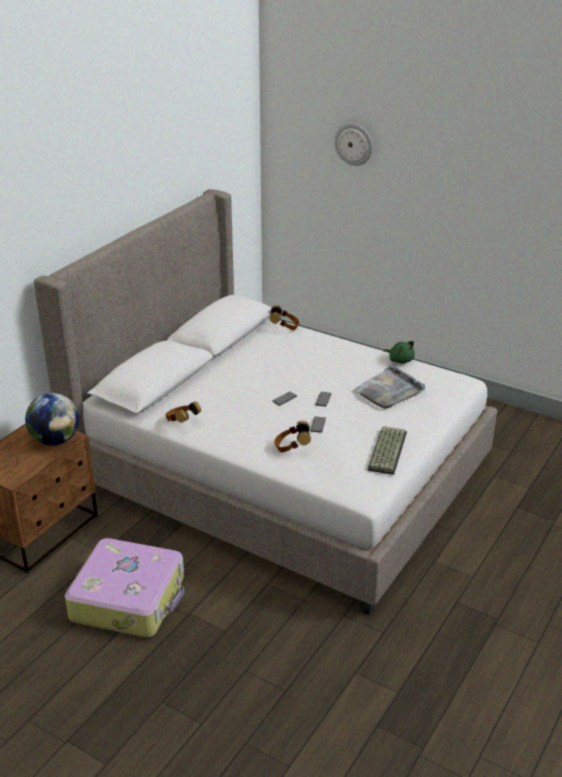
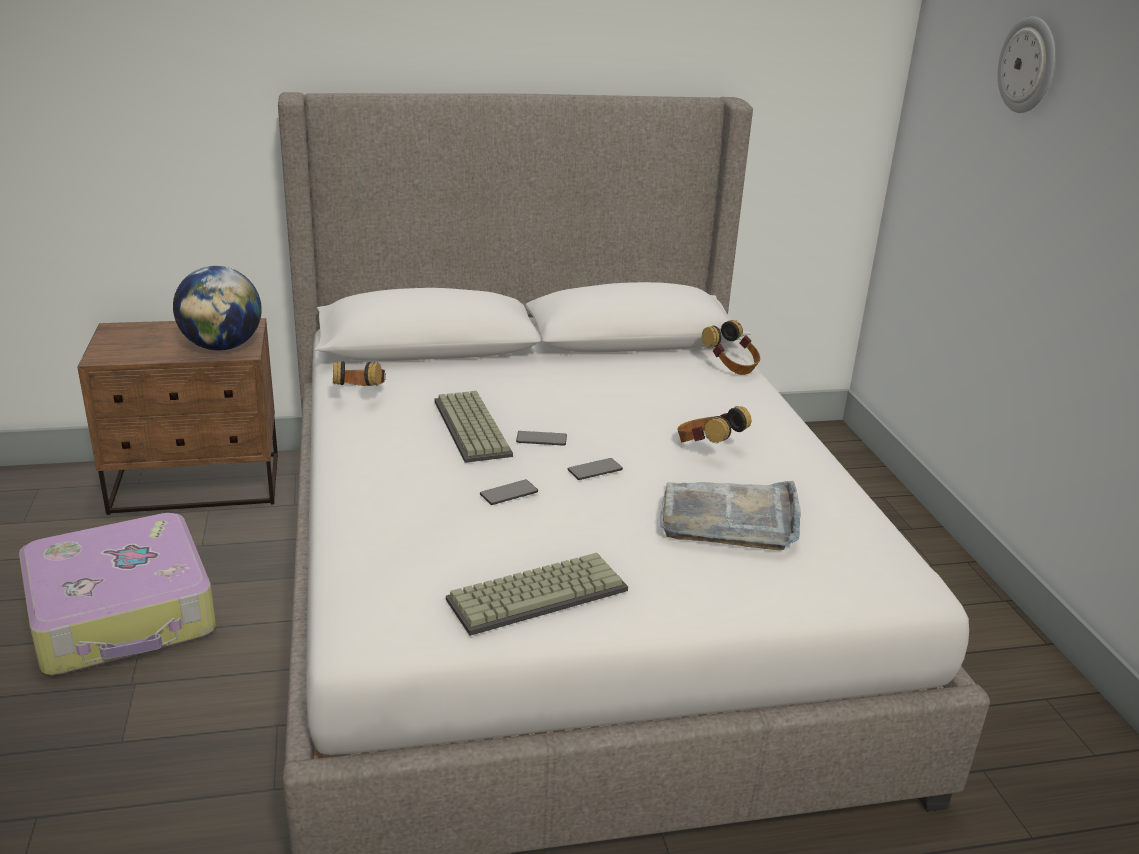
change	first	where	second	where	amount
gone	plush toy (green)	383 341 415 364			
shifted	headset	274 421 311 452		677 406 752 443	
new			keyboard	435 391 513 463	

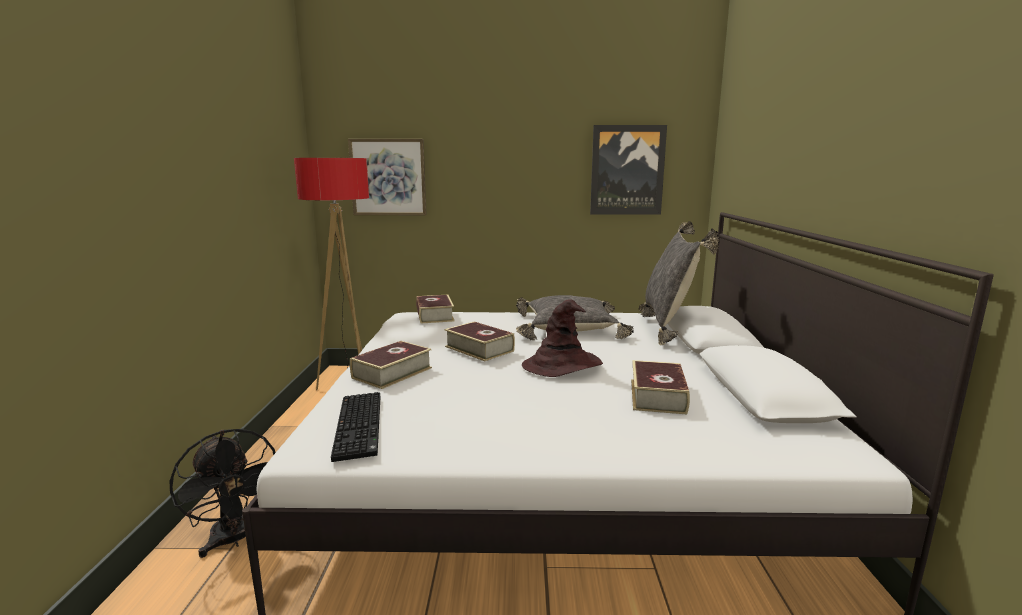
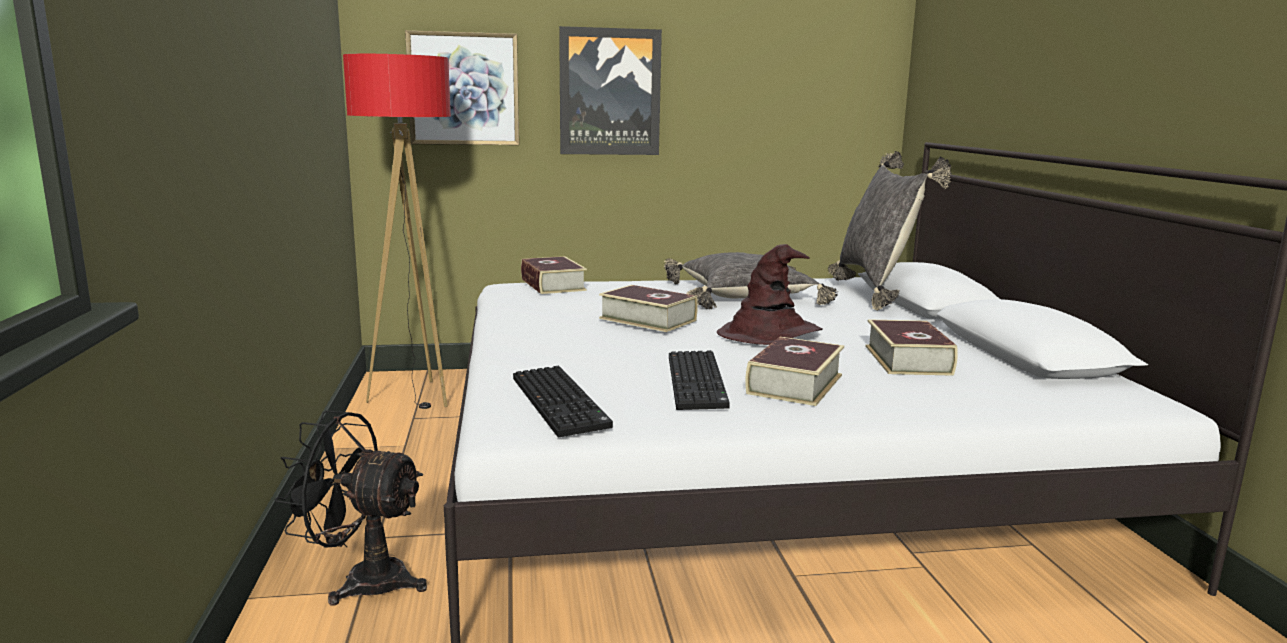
change	first	where	second	where	amount
shifted	wall picture	590 125 667 215		559 26 662 155	
shifted	book	350 341 432 389		745 337 844 406	
rotated	fan (blackish)	170 429 276 558		274 410 427 606	150 degrees clockwise
new			keyboard	669 350 730 410	

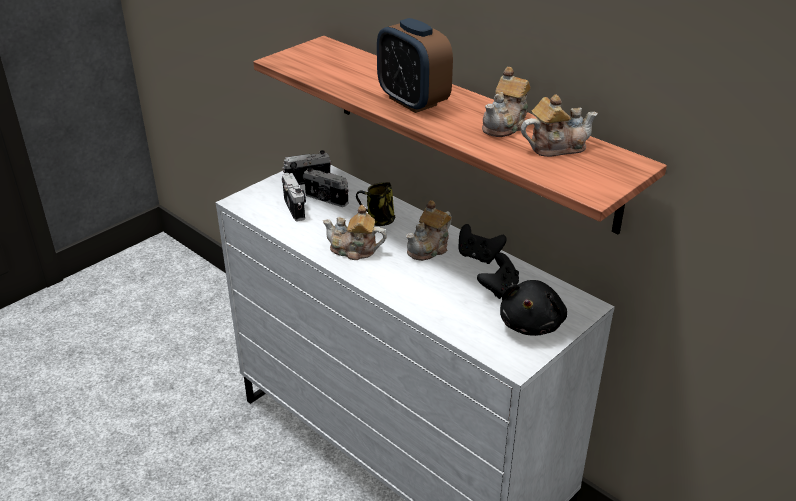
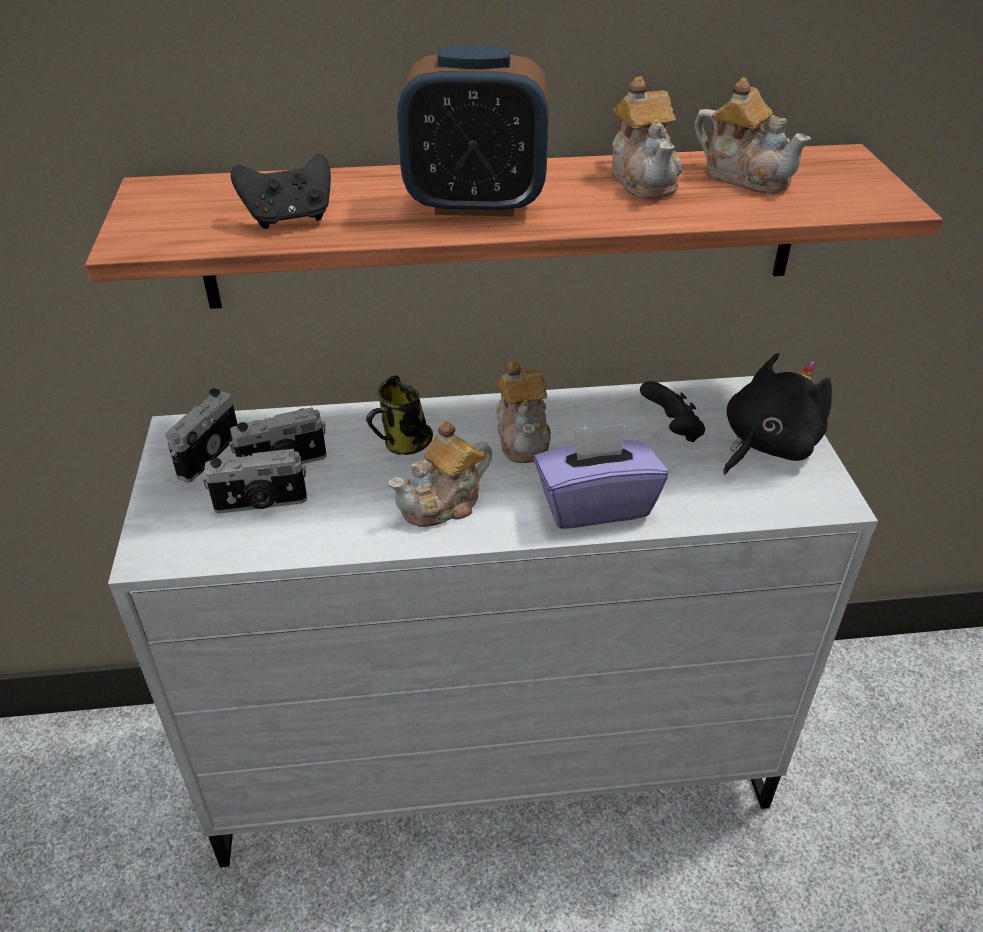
change	first	where	second	where	amount
rotated	teapot	521 95 598 157		695 77 811 194	105 degrees clockwise
rotated	still camera	282 173 306 221		203 449 307 514	150 degrees clockwise
shifted	game controller (blackish)	459 224 507 264		231 154 331 229	
rotated	plush toy (blackish)	500 280 567 336		723 353 832 475	105 degrees counterclockwise
new			tissue holder (purplish)	534 424 668 529	

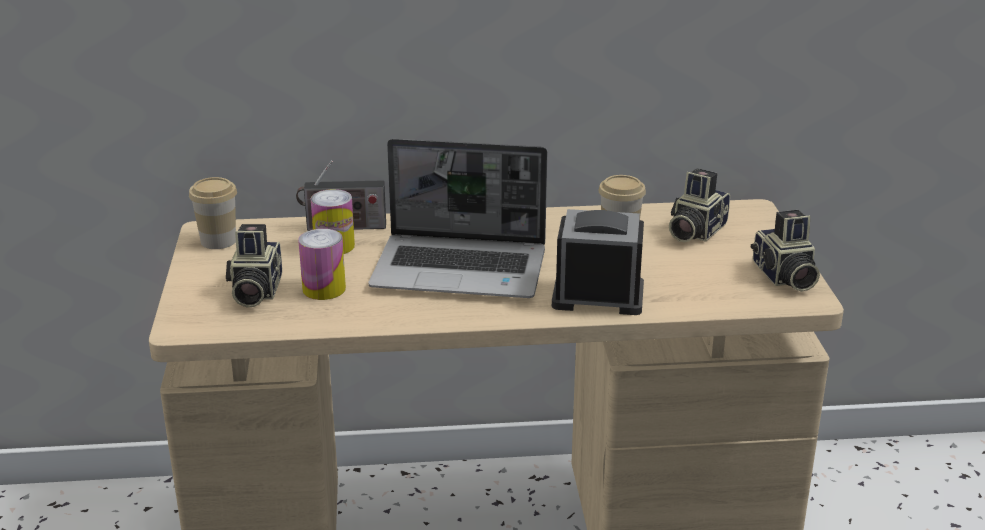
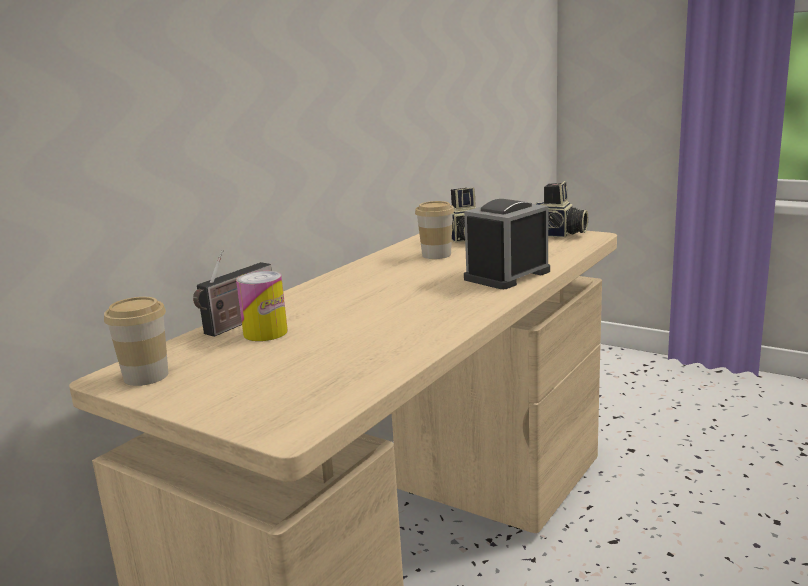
change	first	where	second	where	amount
gone	portable computer	368 139 547 298			
gone	still camera	226 224 282 308			
gone	metal can	298 229 346 300			

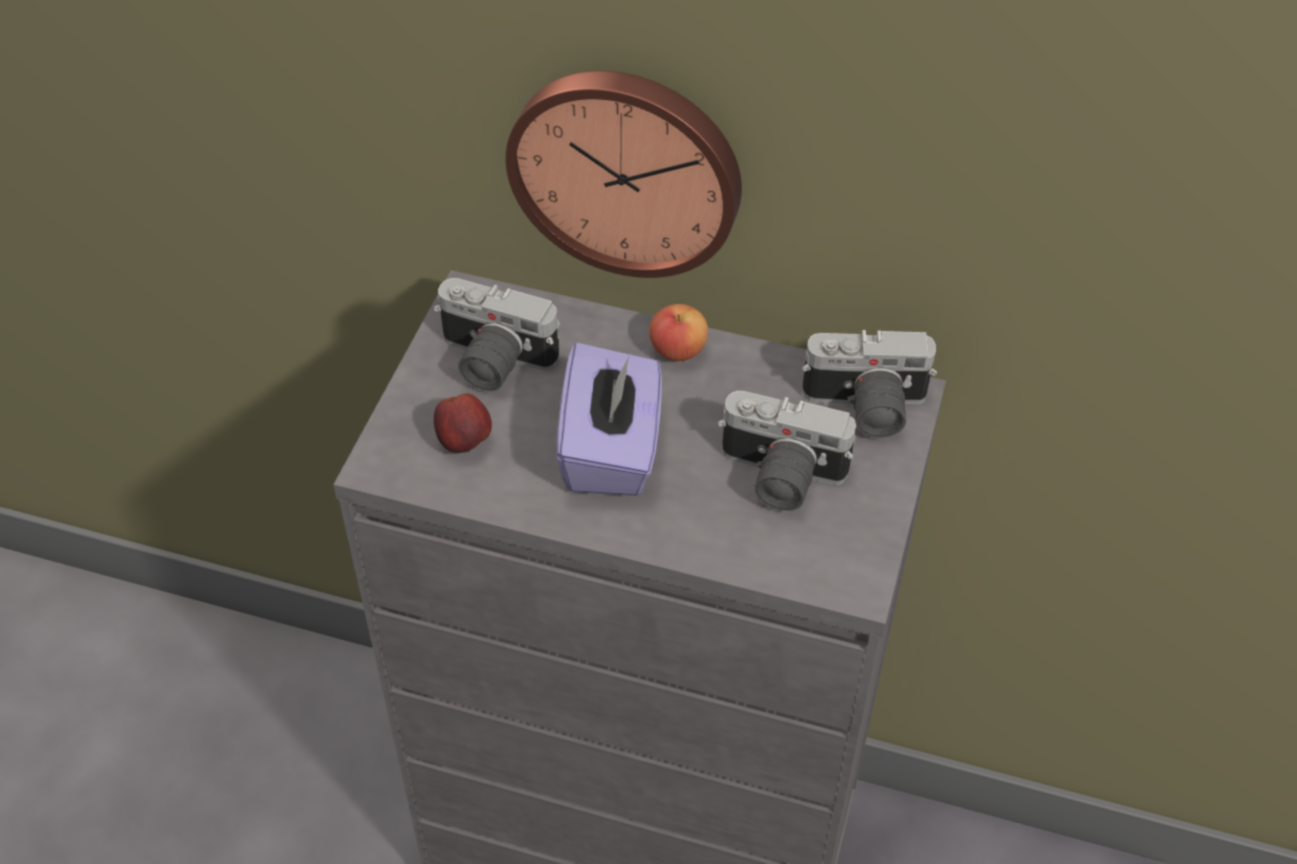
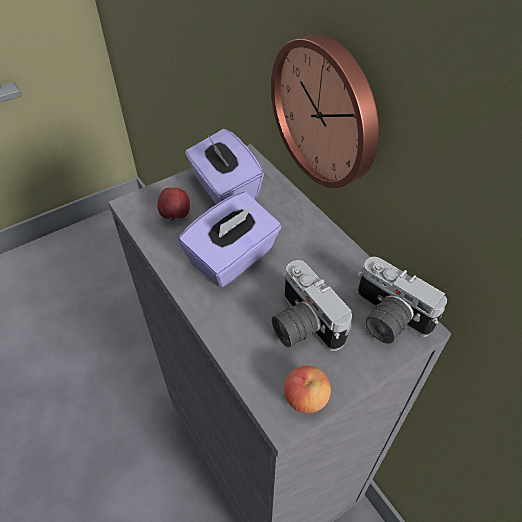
change	first	where	second	where	amount
swapped	still camera	434 278 560 392	tissue holder (purplish)	185 129 264 204	
shifted	apple	649 304 708 361		284 366 331 414	

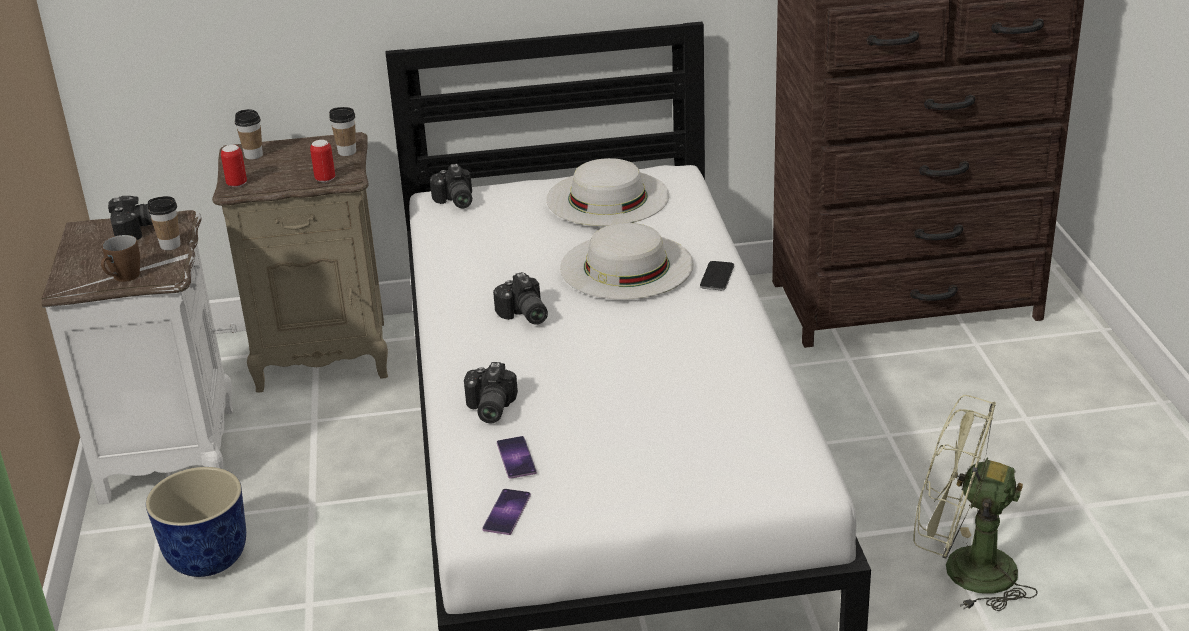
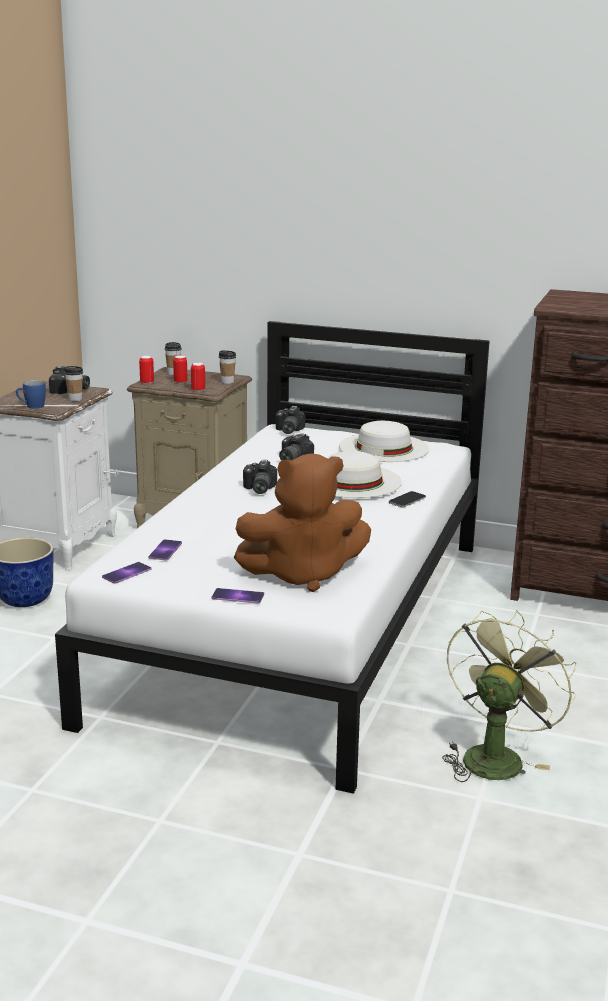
change	first	where	second	where	amount
repainted	coffee mug (brown)	101 235 140 282	coffee mug (bluish)	16 380 46 408	
shifted	still camera	464 362 518 423		279 433 314 460	
rotated	fan (green)	913 395 1038 611		442 610 577 782	75 degrees clockwise
new			metal can	173 355 188 384	
new			plush toy (brown)	234 453 371 592	
new			handset	212 588 264 604	

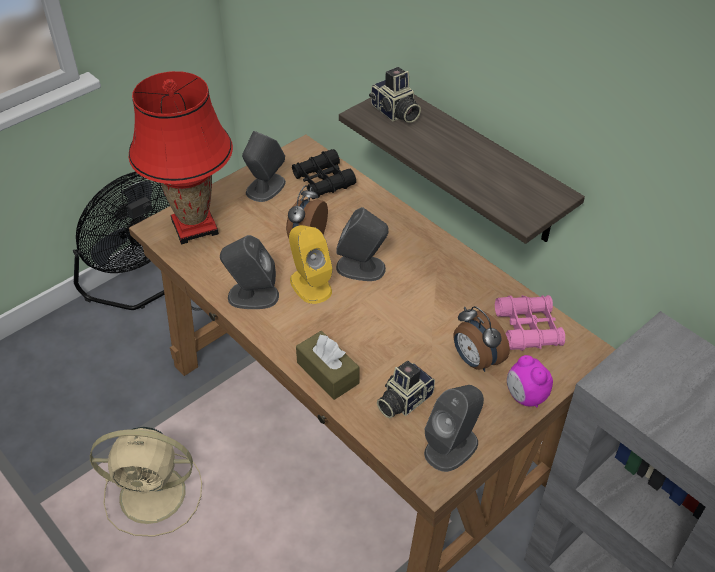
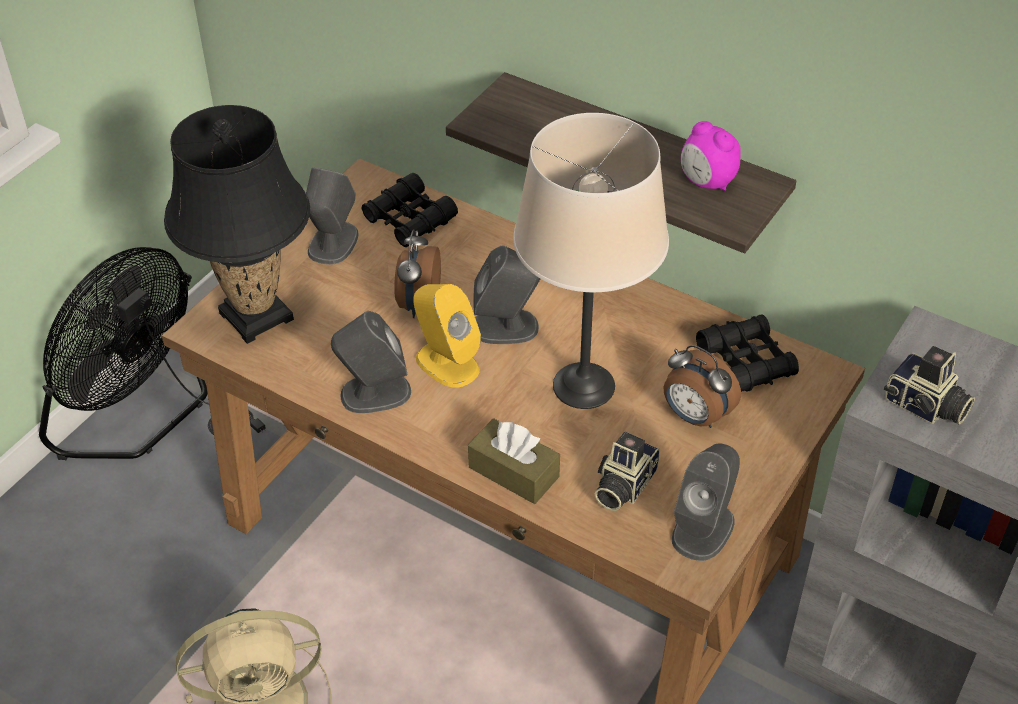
change	first	where	second	where	amount
shifted	still camera	369 67 421 123		884 346 975 425	
repainted	tabletop lamp (red)	129 71 233 244	tabletop lamp (blackish)	164 105 310 344	
repainted	binoculars (pink-coloured)	495 295 565 351	binoculars (blackish)	696 314 799 392	
shifted	table clock	507 355 553 408		681 121 741 191	
new			tabletop lamp (sand-coloured)	513 113 669 409	

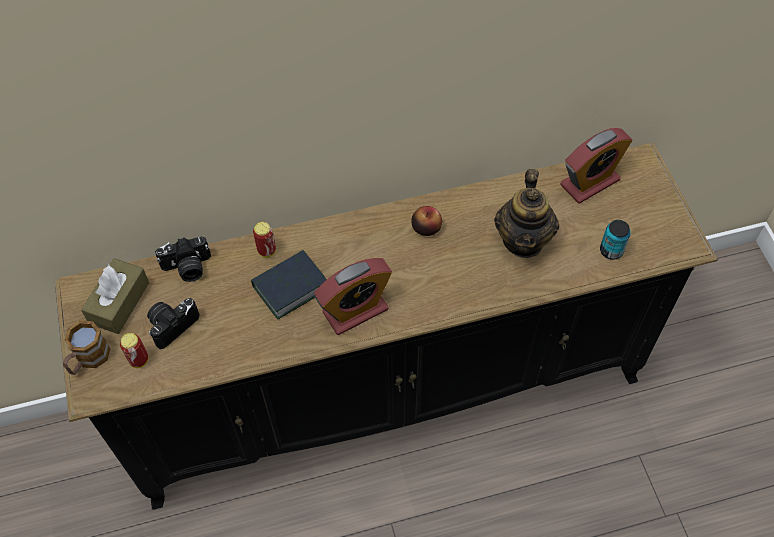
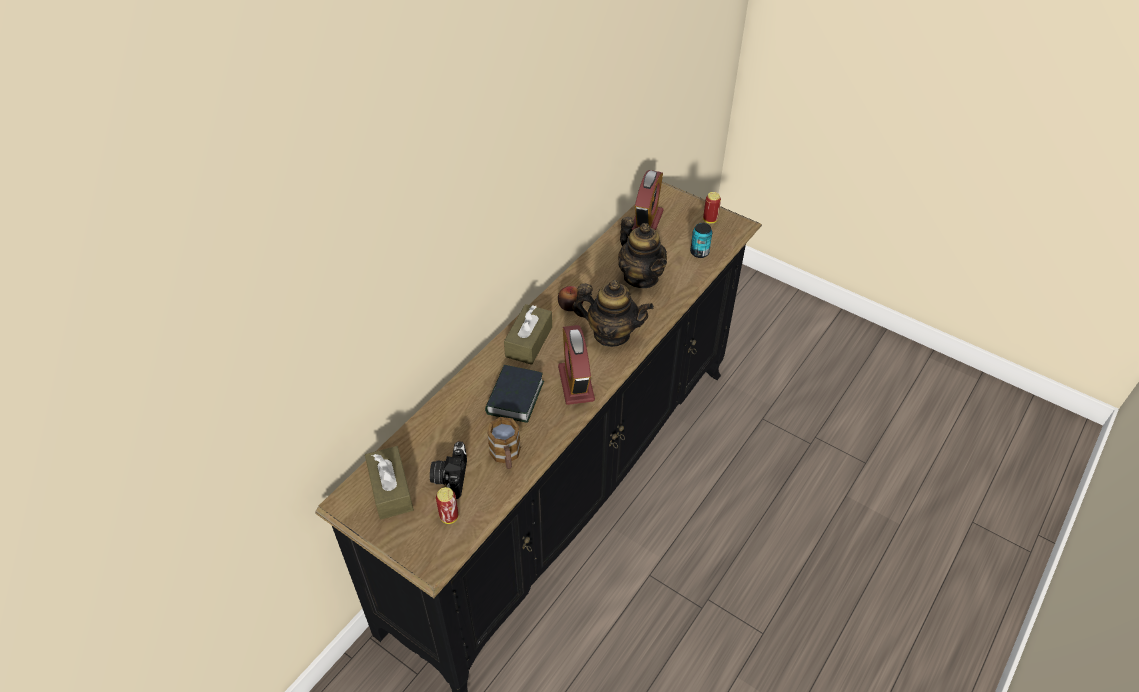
change	first	where	second	where	amount
shifted	metal can	253 222 276 257		703 192 721 224	
gone	still camera	155 237 211 282			
rotated	table clock	314 258 392 335		558 325 595 405	150 degrees clockwise
shifted	coffee mug	63 320 110 375		487 417 521 469	
new			teapot	572 280 654 347	
new			tissue holder (brown)	504 304 552 365	

